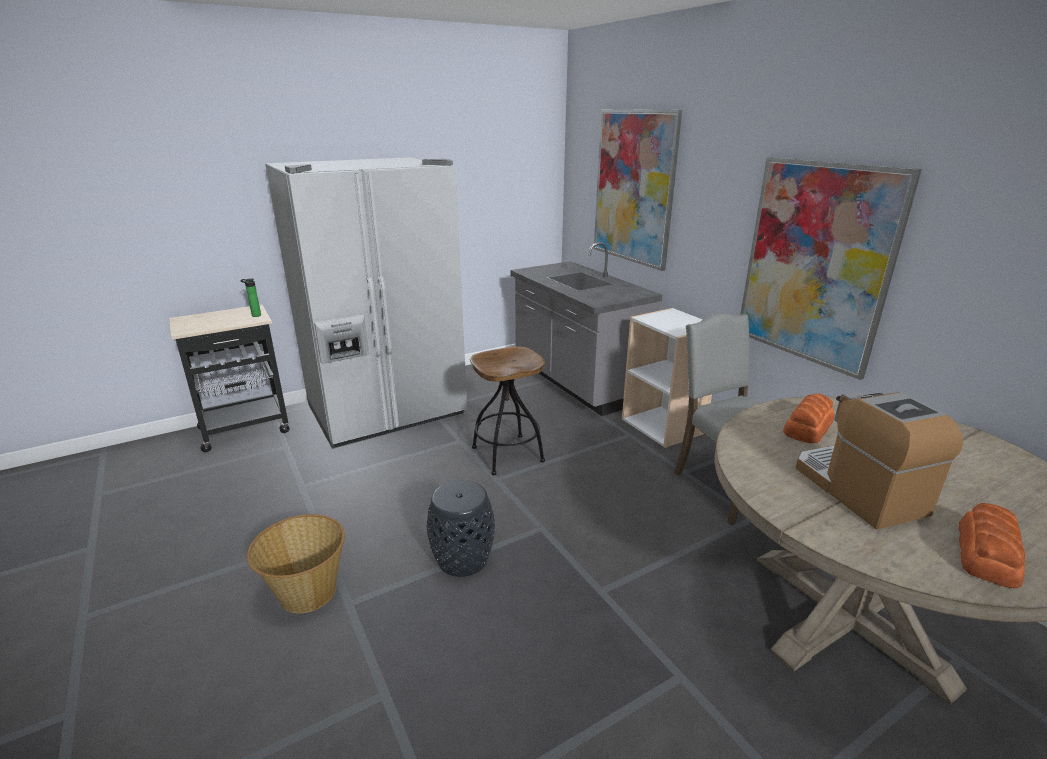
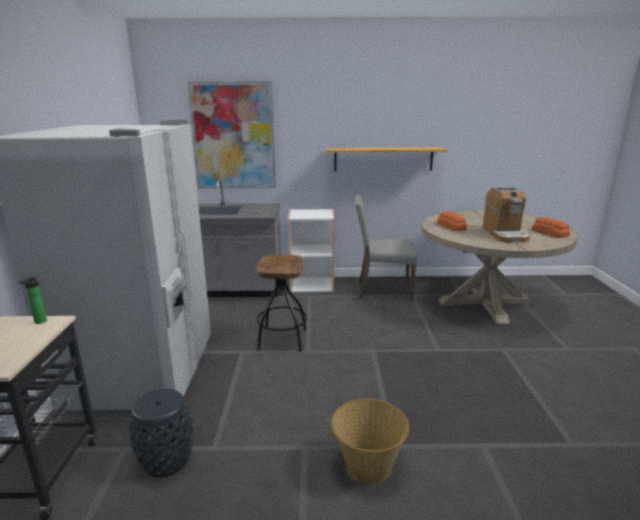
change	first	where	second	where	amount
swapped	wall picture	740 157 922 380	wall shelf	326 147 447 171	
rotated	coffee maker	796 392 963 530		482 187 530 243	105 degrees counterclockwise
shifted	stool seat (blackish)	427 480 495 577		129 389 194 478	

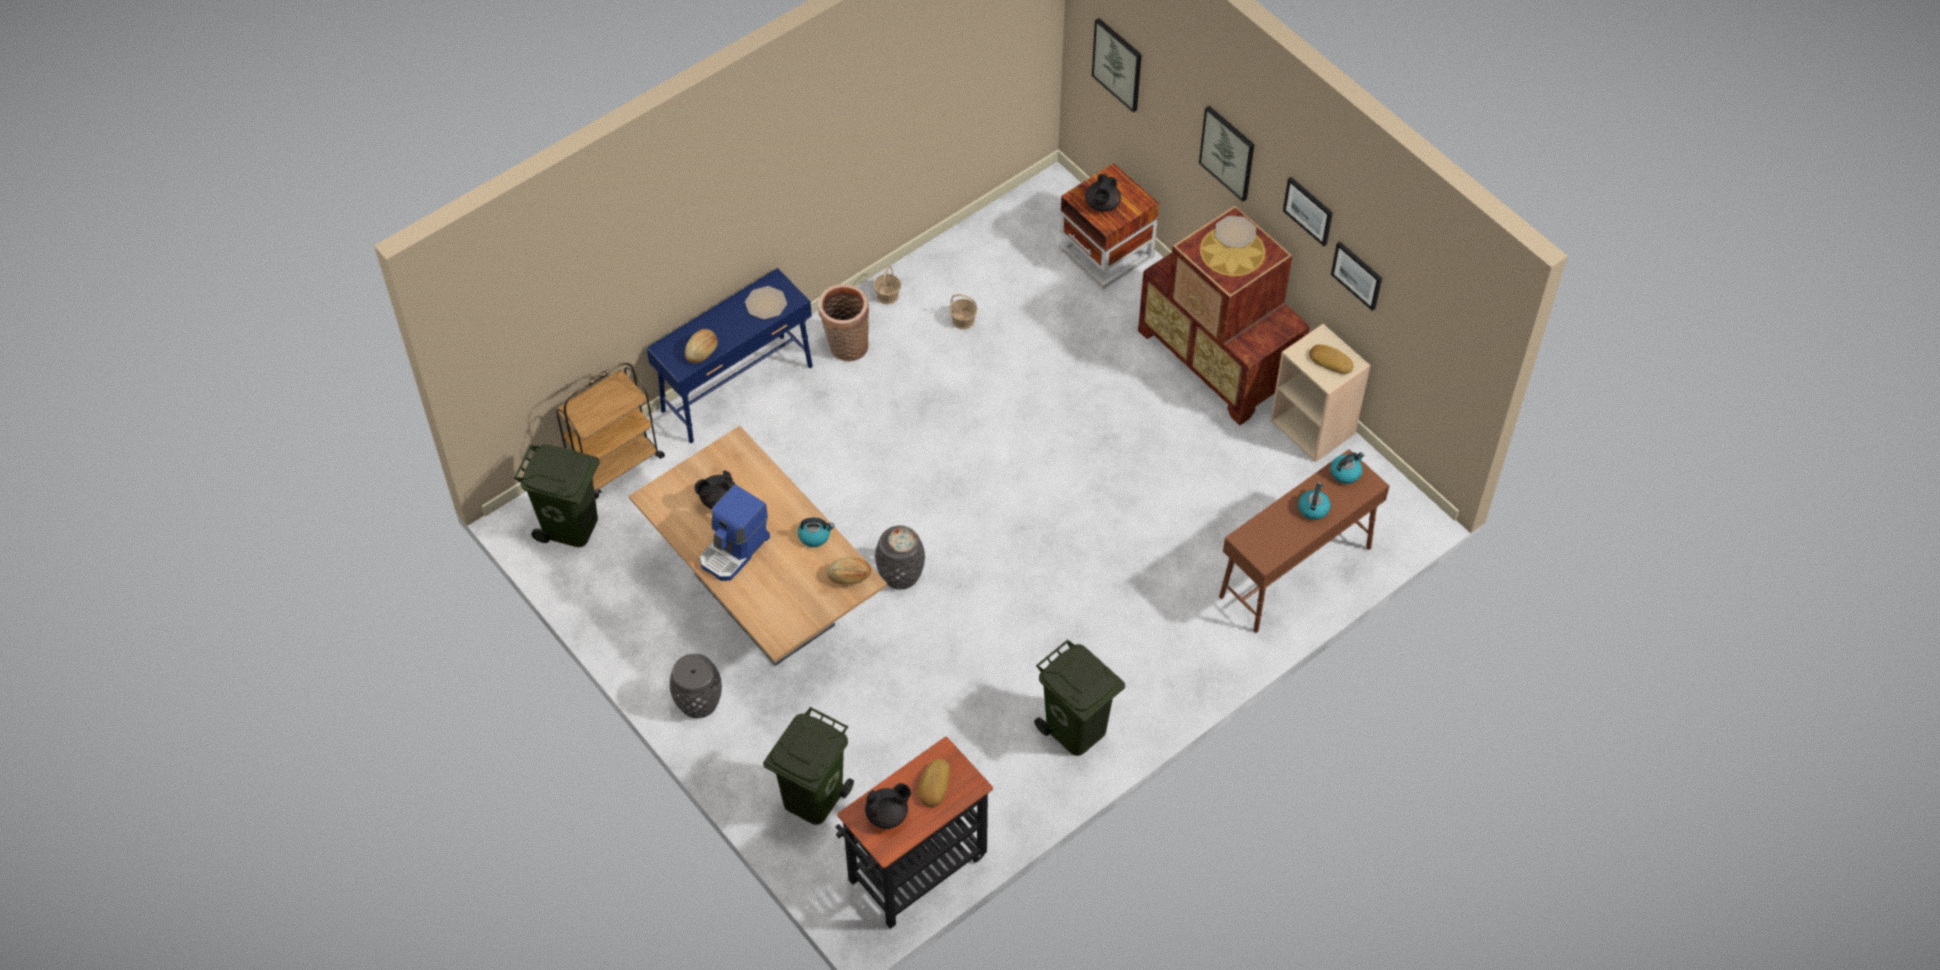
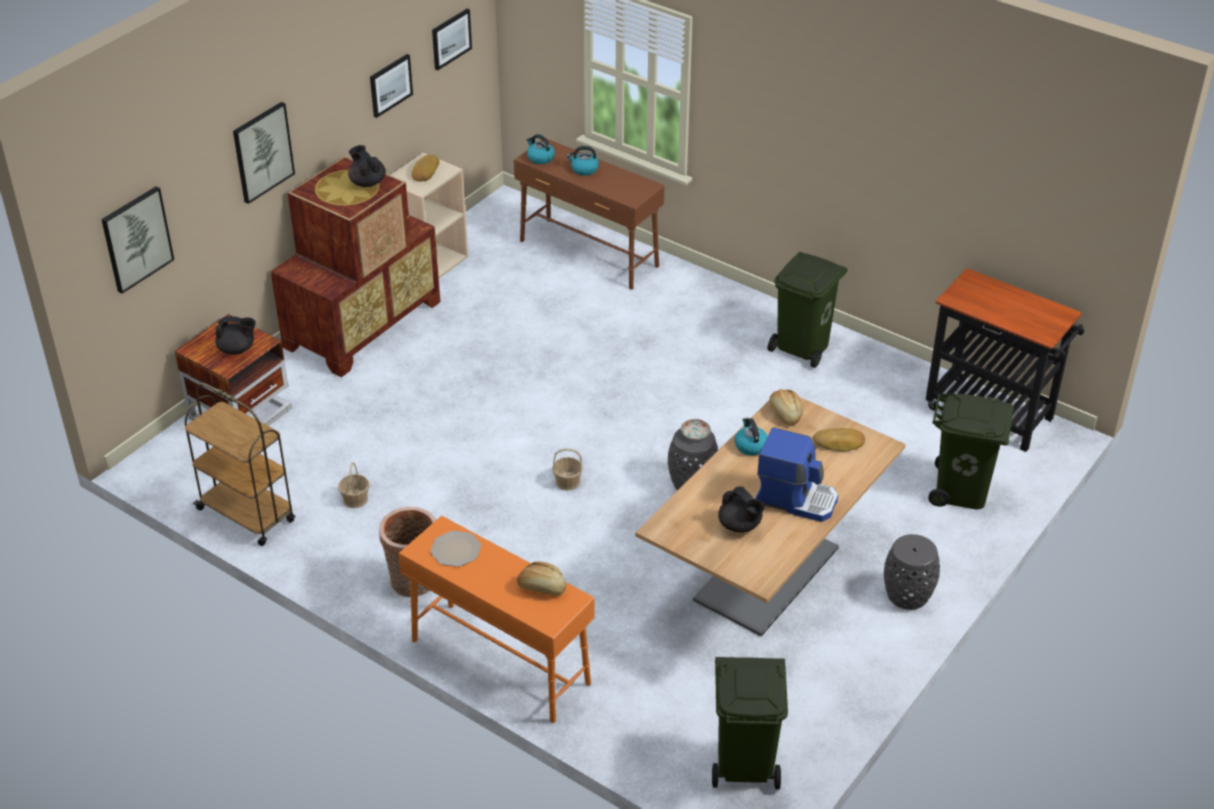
change	first	where	second	where	amount
shifted	wall picture	1283 177 1333 246		432 9 472 70	
gone	dinner plate	1215 216 1256 248			
shifted	storage basket	873 266 901 305		552 448 583 491	
repainted	console table (bluish)	646 268 813 443	console table (orange)	398 516 595 723	
shifted	cart (brown)	556 363 665 499		185 383 295 546	
shifted	bread	918 759 950 807		813 428 865 451	
shifted	teapot (blackish)	865 783 911 829		348 145 386 187	

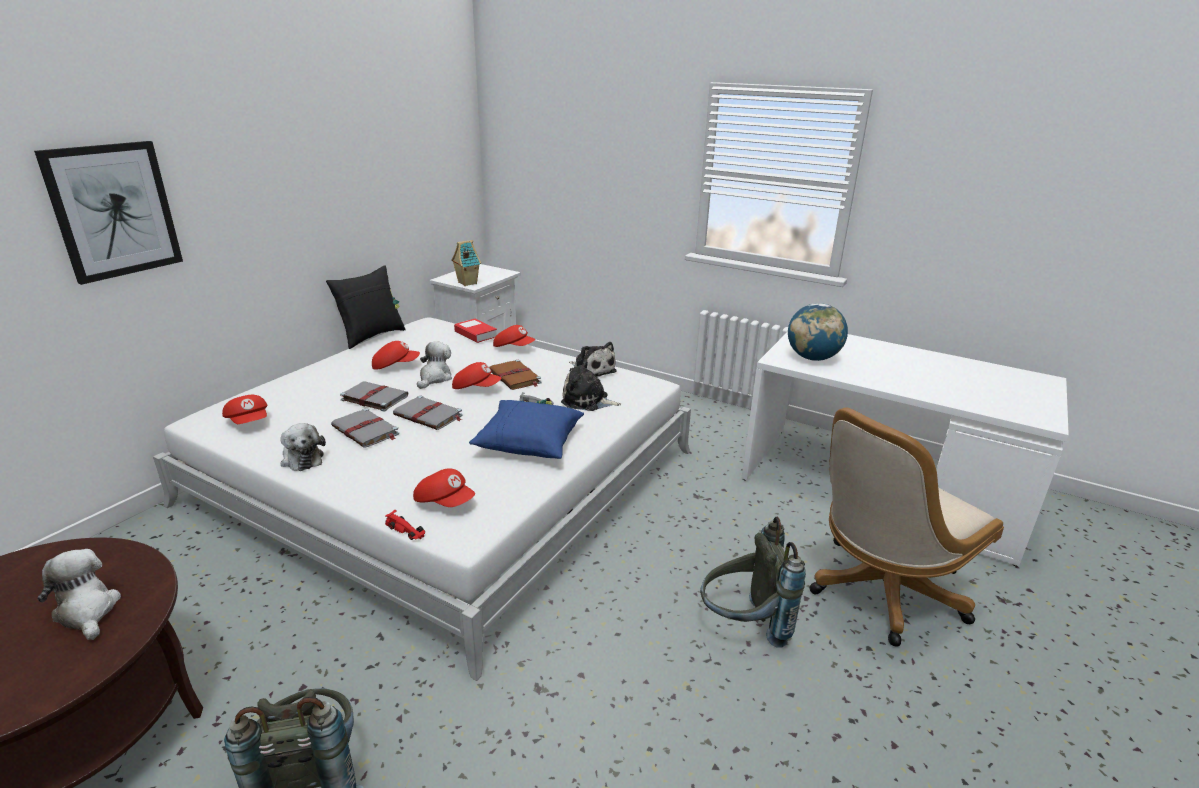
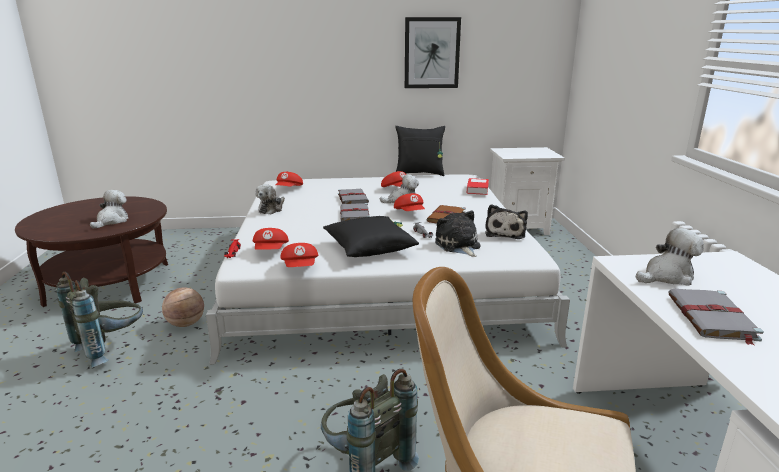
change	first	where	second	where	amount
shifted	wall picture	34 141 183 285		405 17 461 88	
gone	toy house	451 240 481 286			
swapped	globe	788 303 848 361	plush toy	636 228 704 286	
shifted	baseball cap (red)	493 325 535 347		280 243 318 267	
repainted	throw pillow (bluish)	469 399 584 459	throw pillow (blackish)	323 216 419 257	
shifted	book (greyish)	331 408 399 448		668 289 764 345	
new			basketball	162 287 204 327	

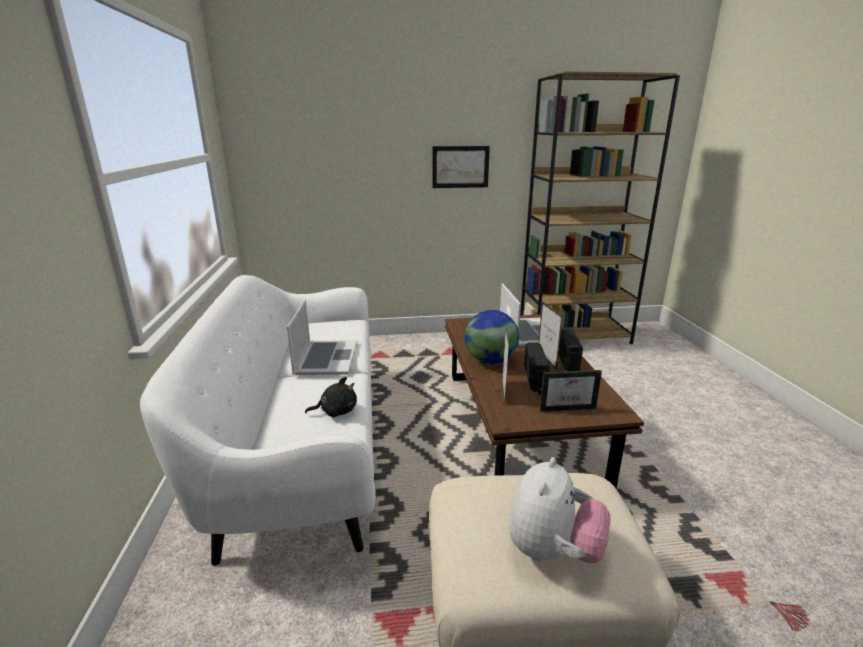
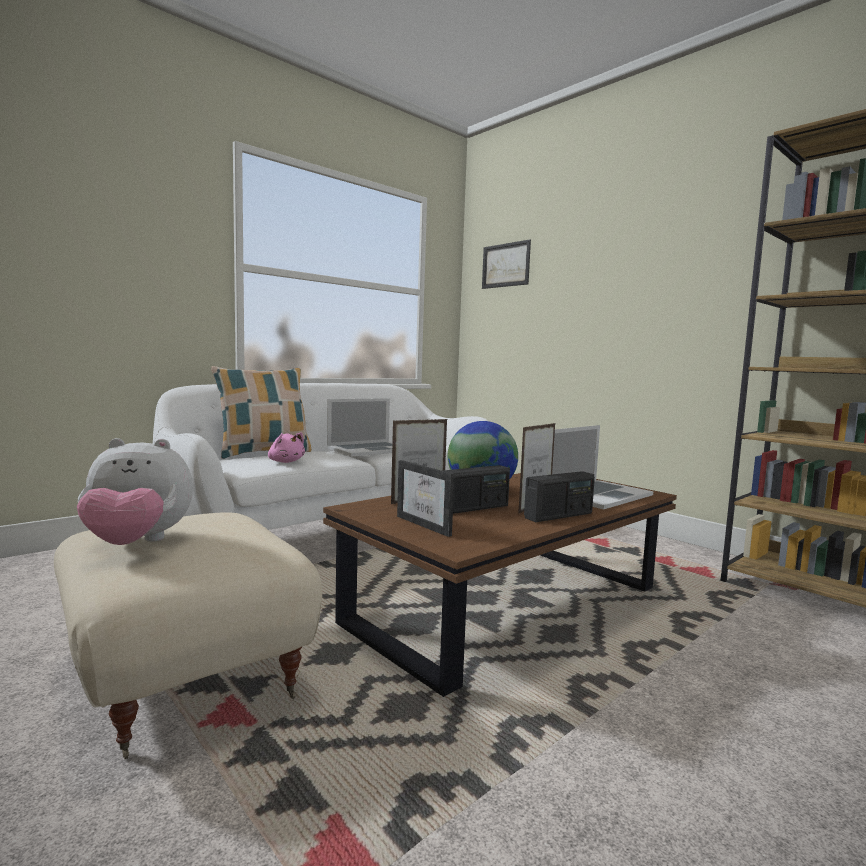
change	first	where	second	where	amount
shifted	wall picture	433 146 490 188		482 239 531 289	
repainted	plush toy (blackish)	305 377 357 417	plush toy (pink-coloured)	268 432 305 463	
new			throw pillow	211 366 311 459	

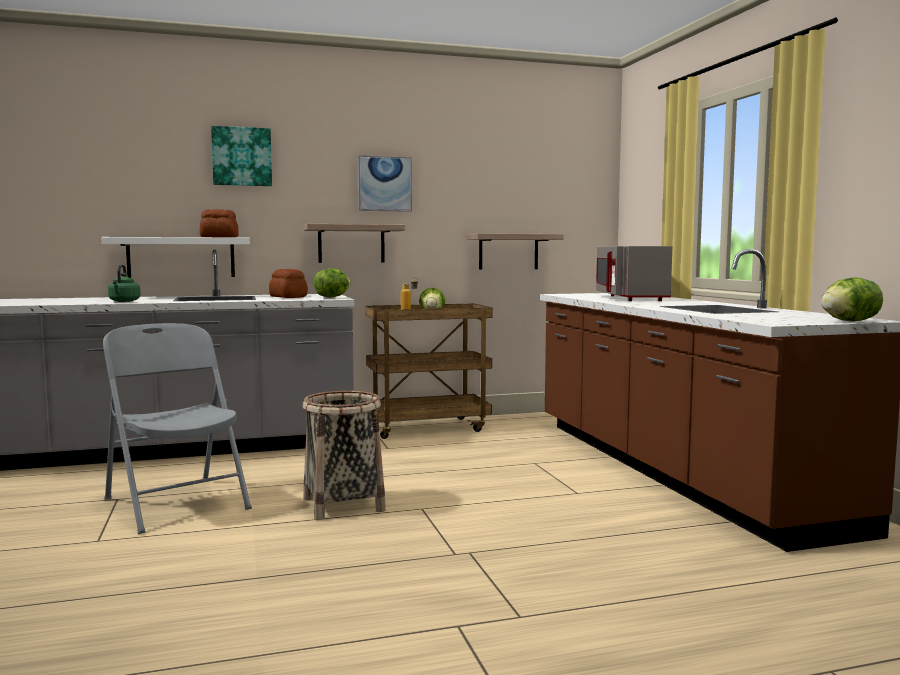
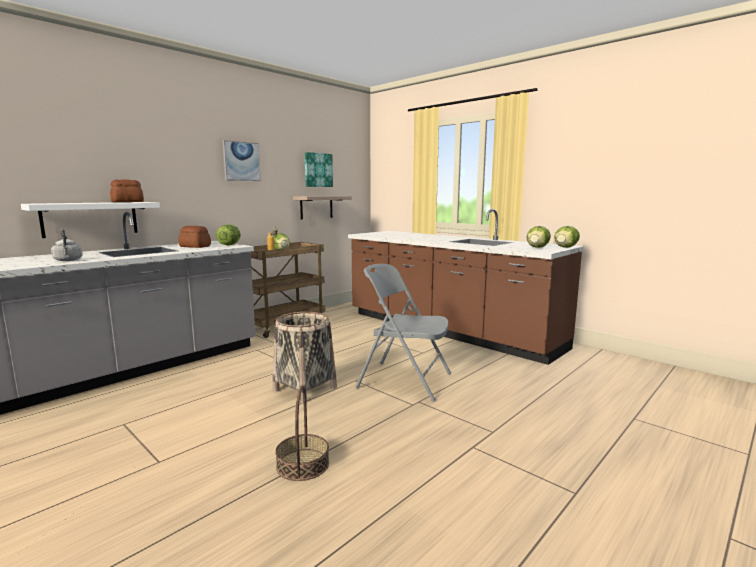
change	first	where	second	where	amount
shifted	wall picture	211 126 272 186		305 152 333 187	
gone	wall shelf	304 224 405 263			
gone	microwave (greyish)	596 246 672 301			
repainted	kettle (green)	108 265 140 302	kettle (greyish)	51 229 83 261	
shifted	chair (greyish)	103 323 252 534		356 264 451 402	
new			lettuce	527 226 551 248	
new			storage basket	275 386 329 481	

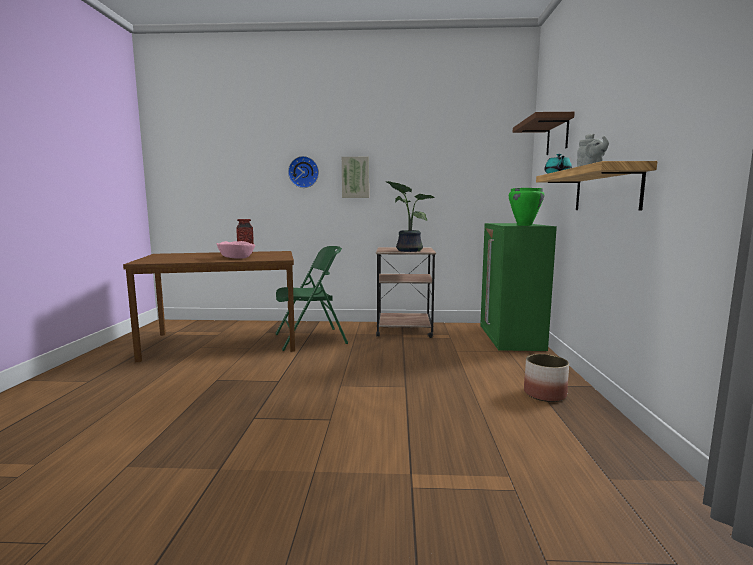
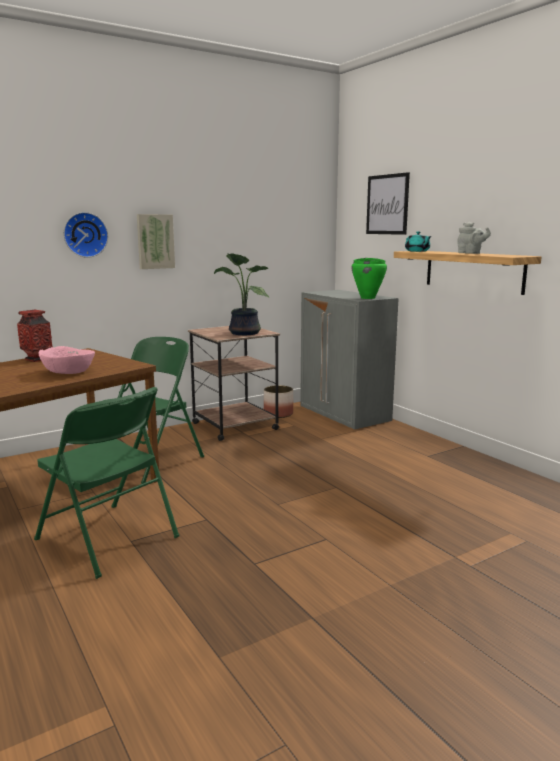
change	first	where	second	where	amount
swapped	wall shelf (brown)	513 112 575 155	wall picture	366 172 410 235	
repainted	cupboard (green)	480 223 557 351	cupboard (greyish)	300 290 399 429	
shifted	planter	524 354 569 402		264 385 293 418	
new			chair (green)	34 387 179 579	

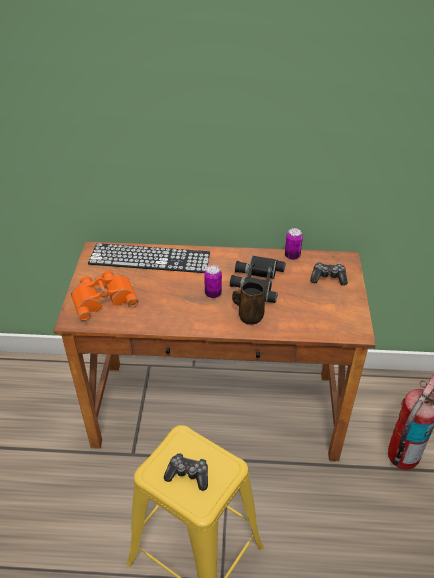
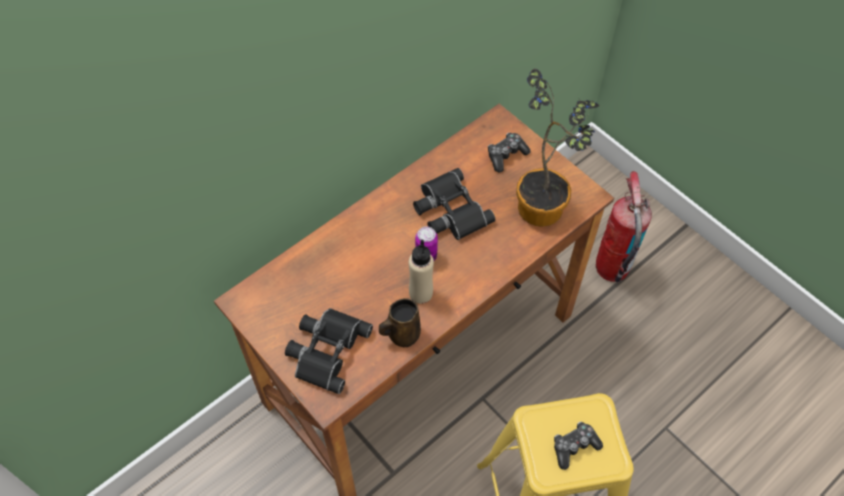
change	first	where	second	where	amount
gone	metal can	285 228 303 260			
gone	keyboard	88 243 210 273			
repainted	binoculars (orange)	71 271 138 321	binoculars (blackish)	285 308 373 394	
shifted	coffee mug (brown)	232 282 265 325		379 298 421 347	
new			houseplant	516 69 599 227	
new			drink bottle (sand-coloured)	409 240 434 304	

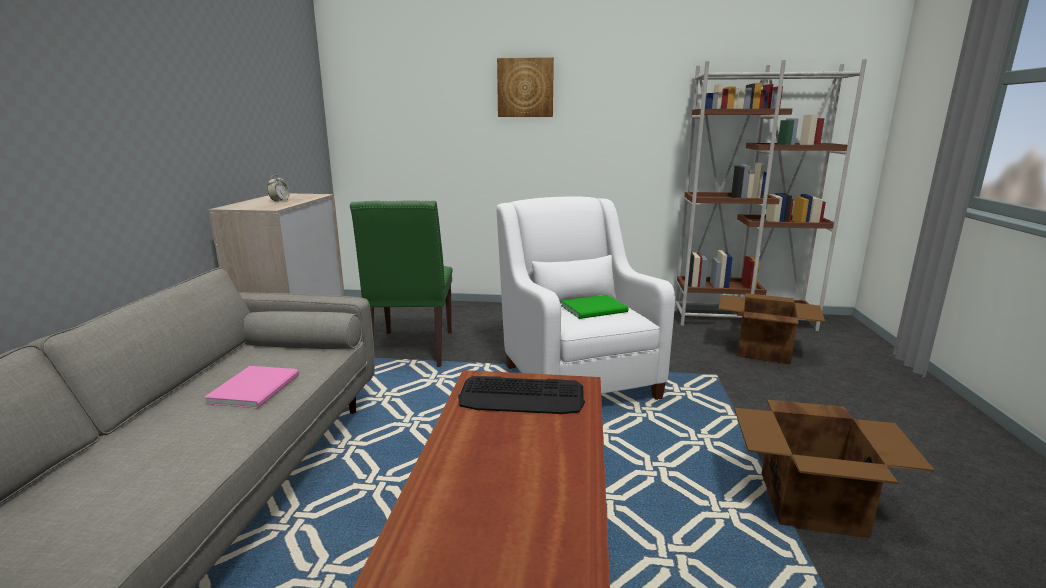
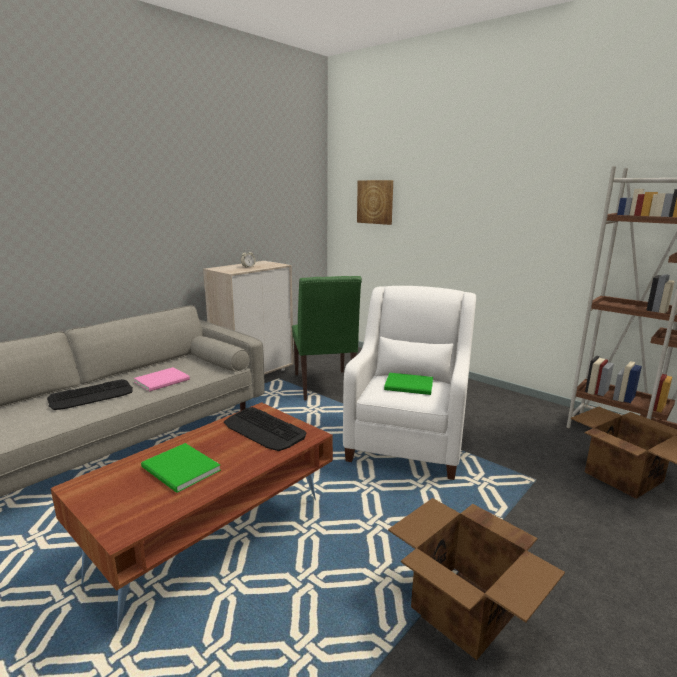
change	first	where	second	where	amount
shifted	wall picture	497 57 554 117		357 180 393 225	
rotated	chair (green)	350 200 452 367		292 276 362 401	45 degrees counterclockwise
new			keyboard	47 379 133 410	
new			book (green)	141 443 221 493	

